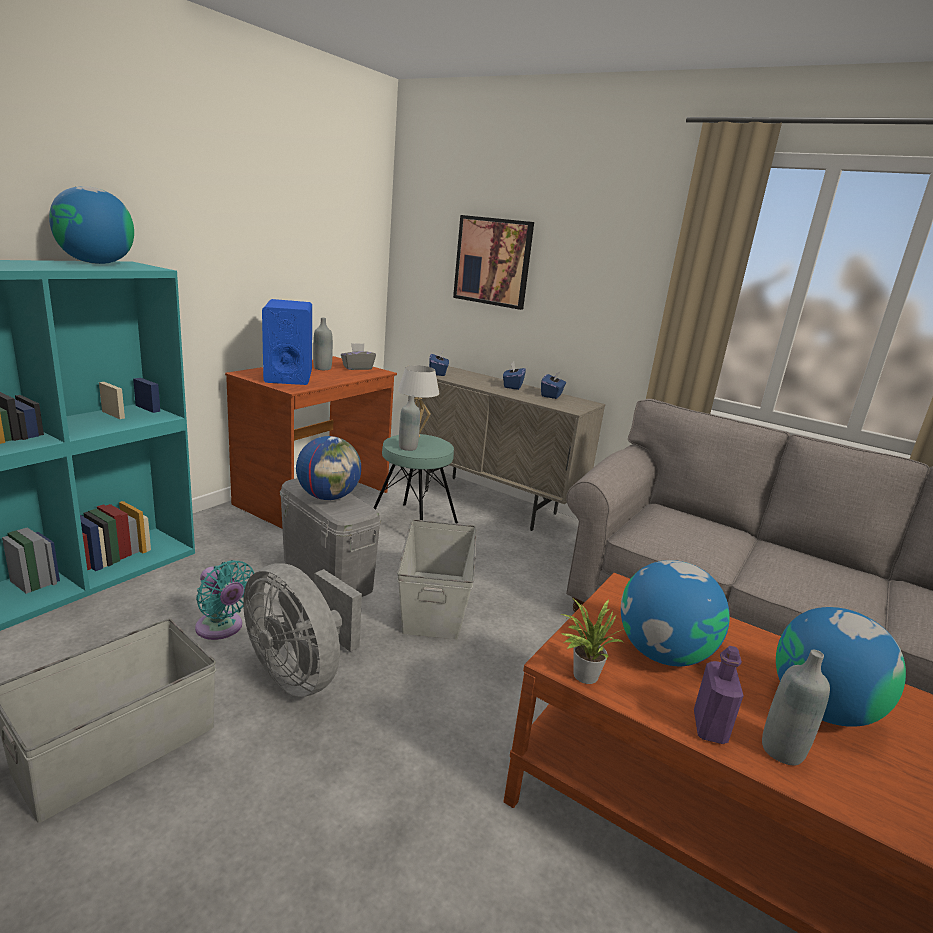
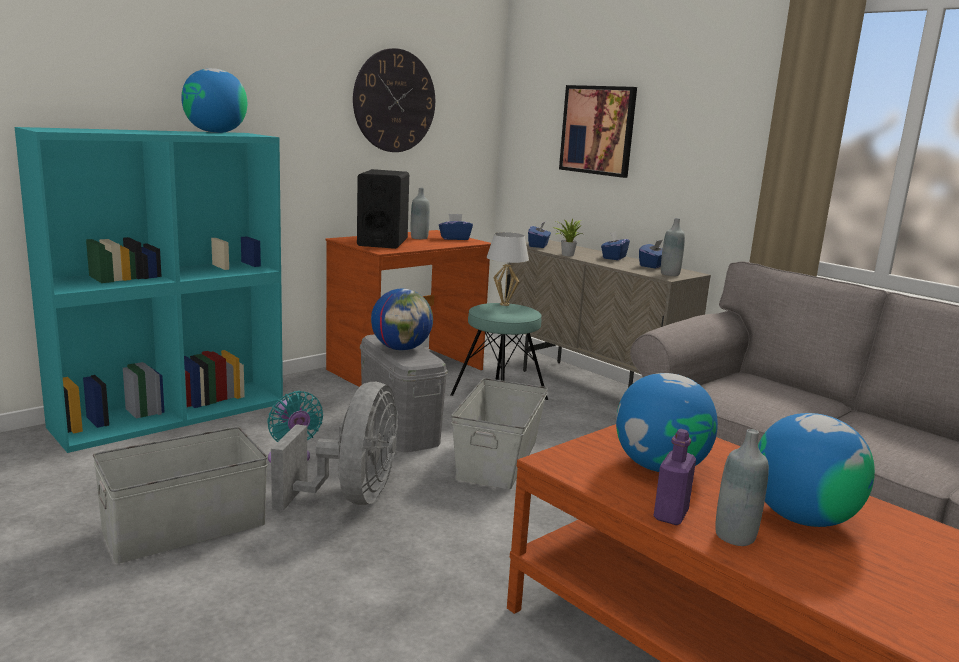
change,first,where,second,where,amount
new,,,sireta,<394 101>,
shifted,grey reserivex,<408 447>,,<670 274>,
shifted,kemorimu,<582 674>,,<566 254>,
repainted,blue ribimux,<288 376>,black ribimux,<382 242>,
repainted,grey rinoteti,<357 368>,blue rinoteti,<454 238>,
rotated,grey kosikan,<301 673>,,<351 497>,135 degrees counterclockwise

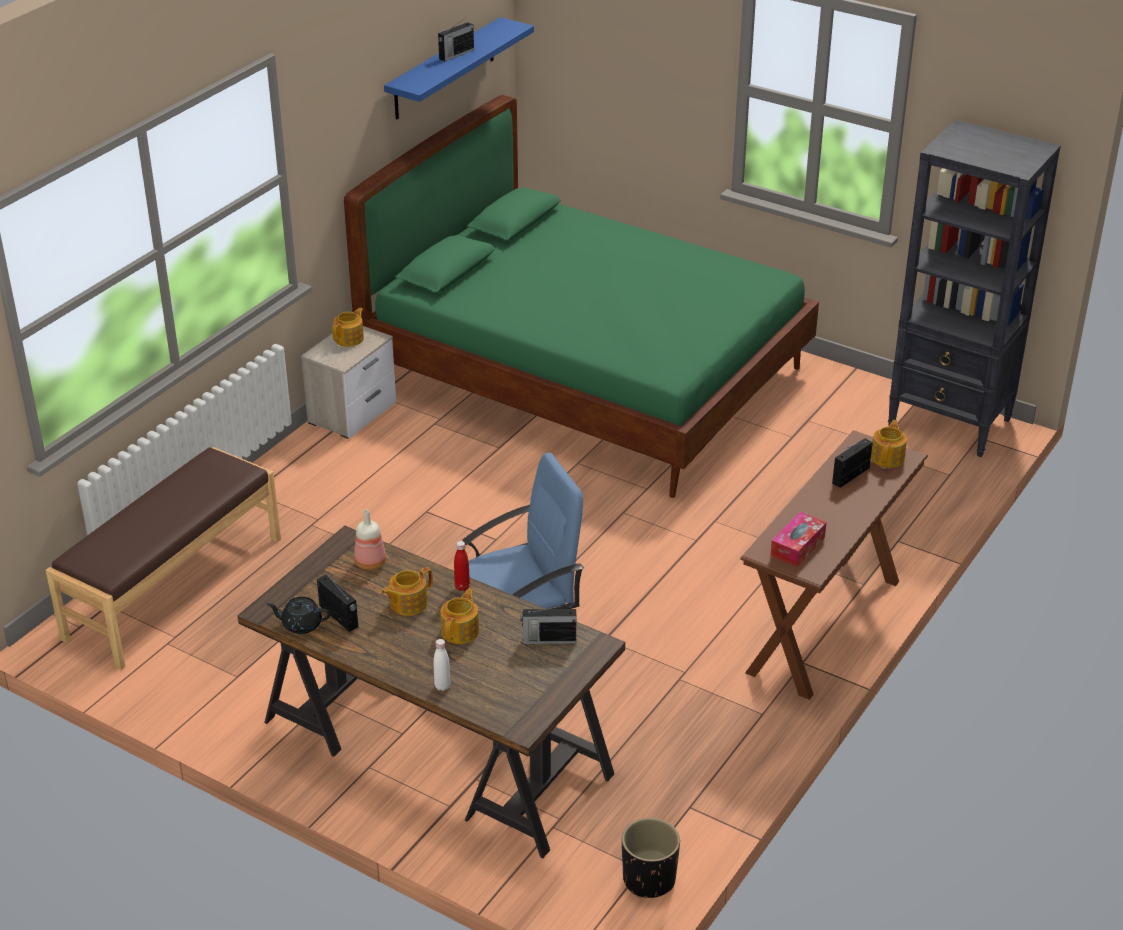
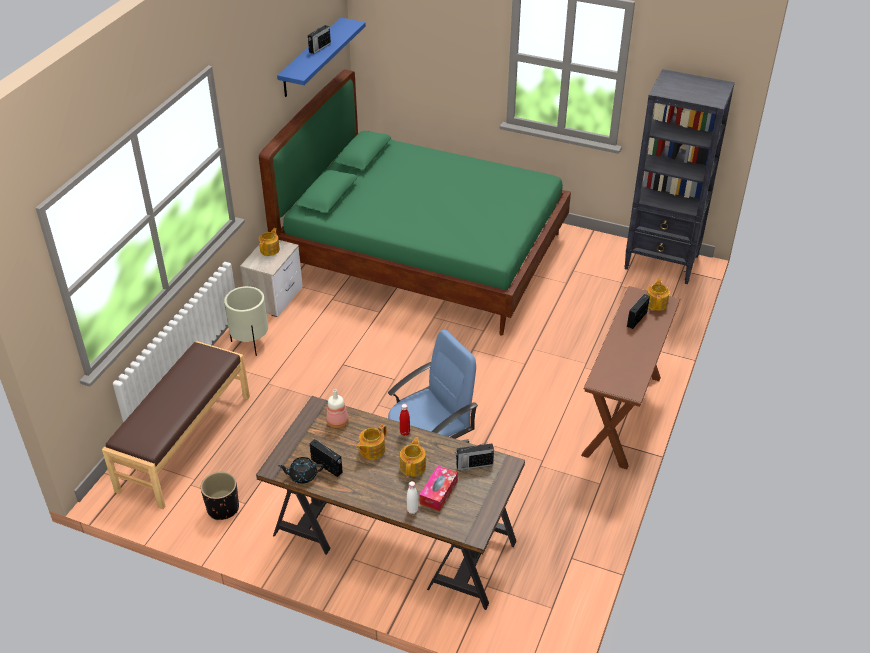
change,first,where,second,where,amount
new,,,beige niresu,<251 343>,
shifted,black niresu,<648 880>,,<223 508>,
shifted,rinoteti,<797 546>,,<438 492>,

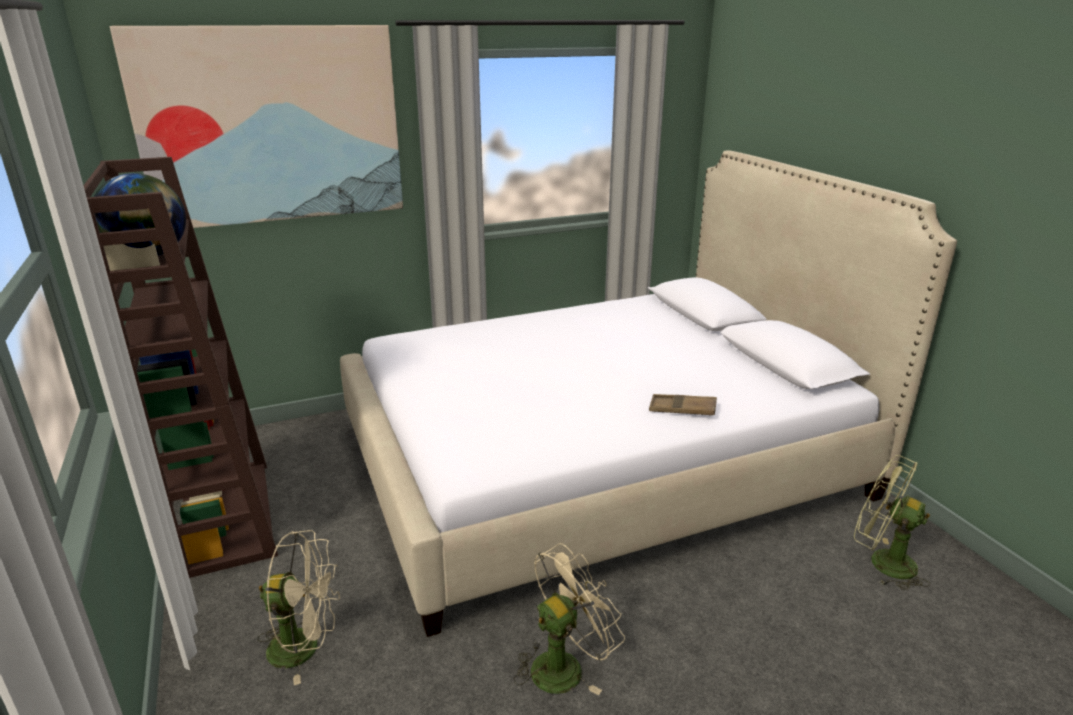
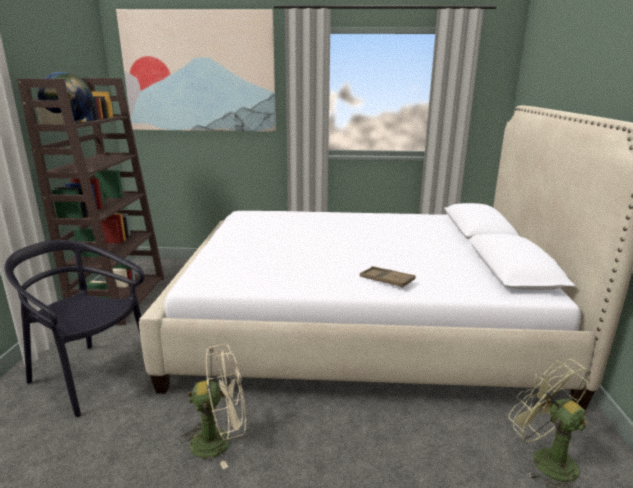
change,first,where,second,where,amount
swapped,beige kosikan,<305 647>,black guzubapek,<90 376>,

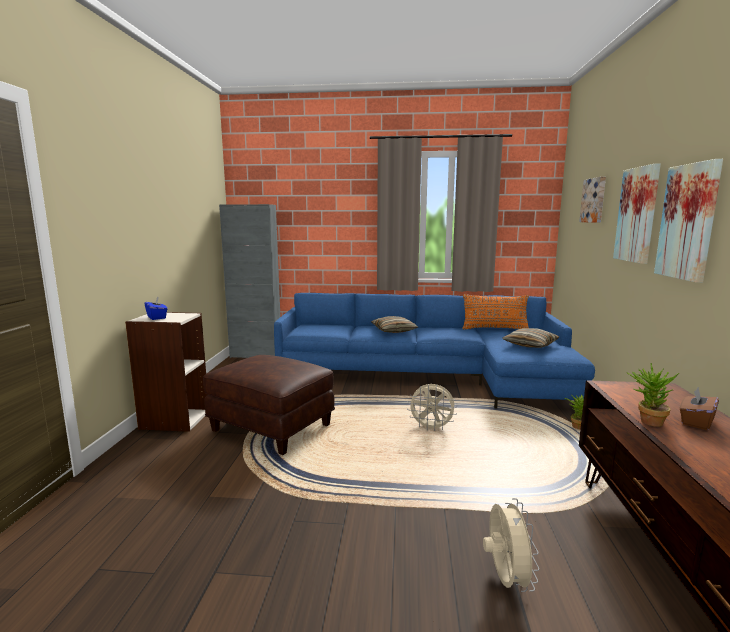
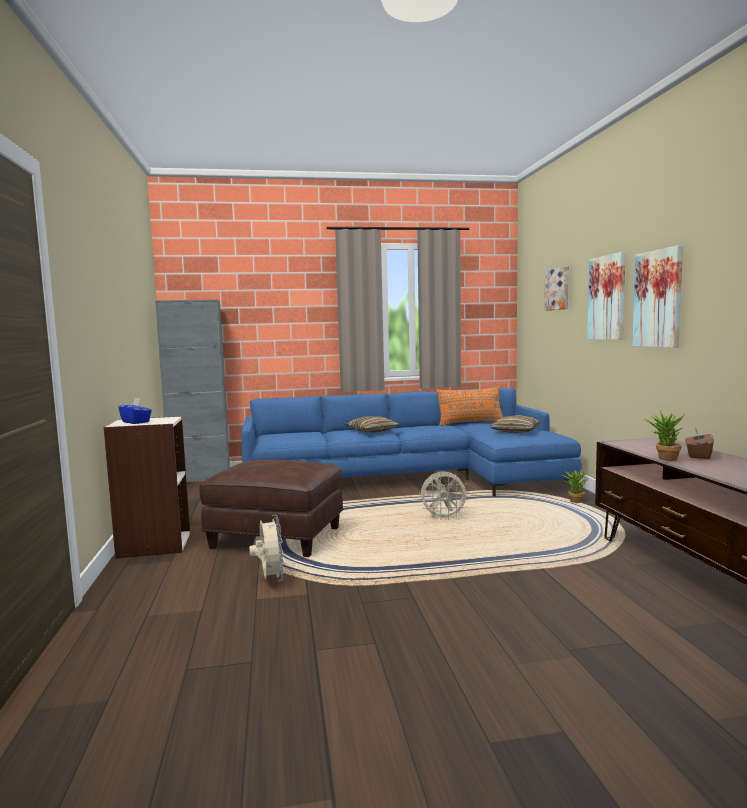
change,first,where,second,where,amount
shifted,beige kosikan,<505 579>,,<270 579>,

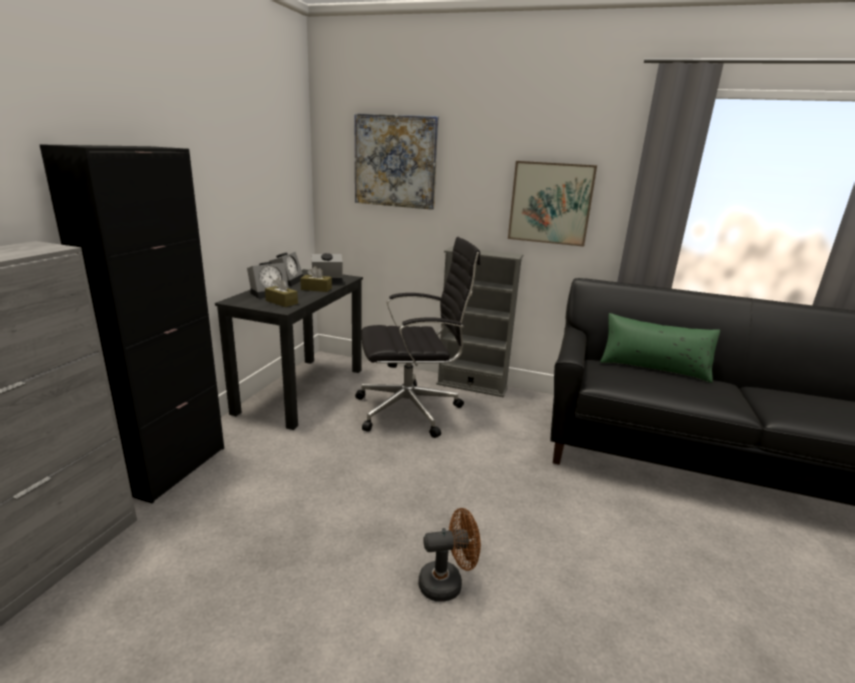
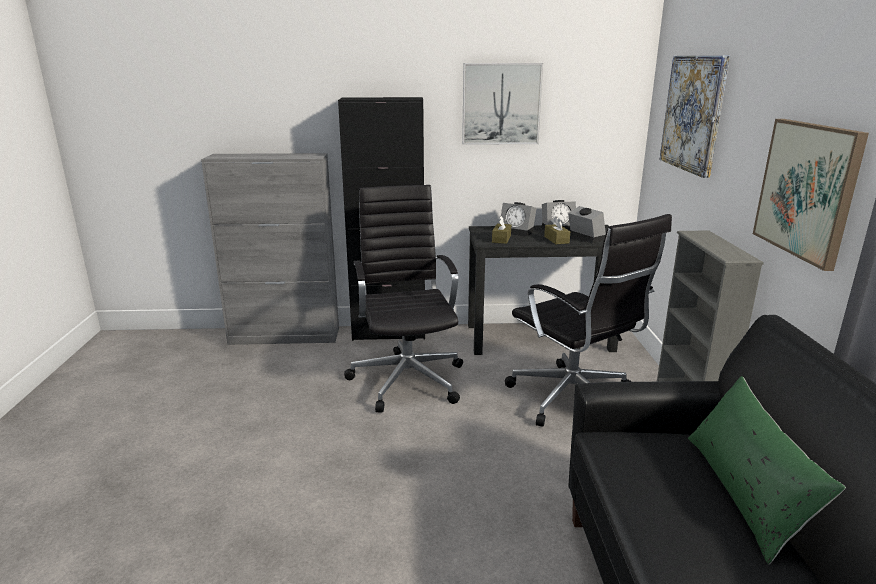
change,first,where,second,where,amount
gone,brown kosikan,<447 583>,,,
new,,,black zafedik,<407 378>,
new,,,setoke,<501 104>,

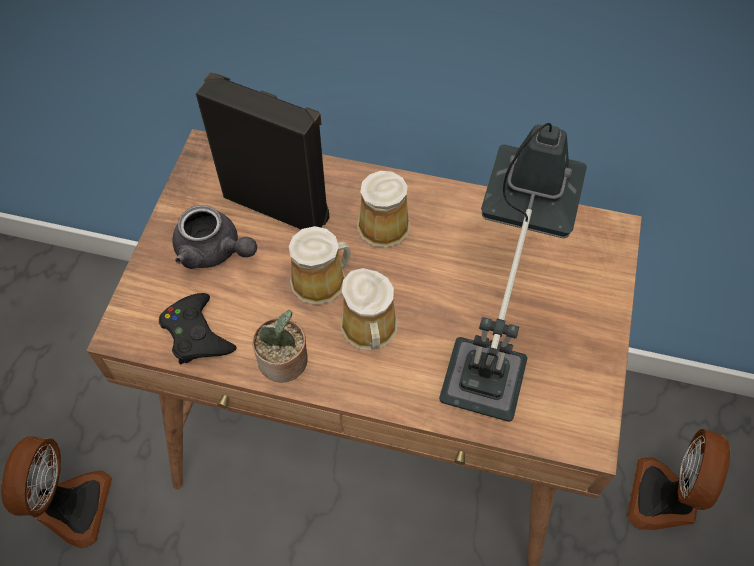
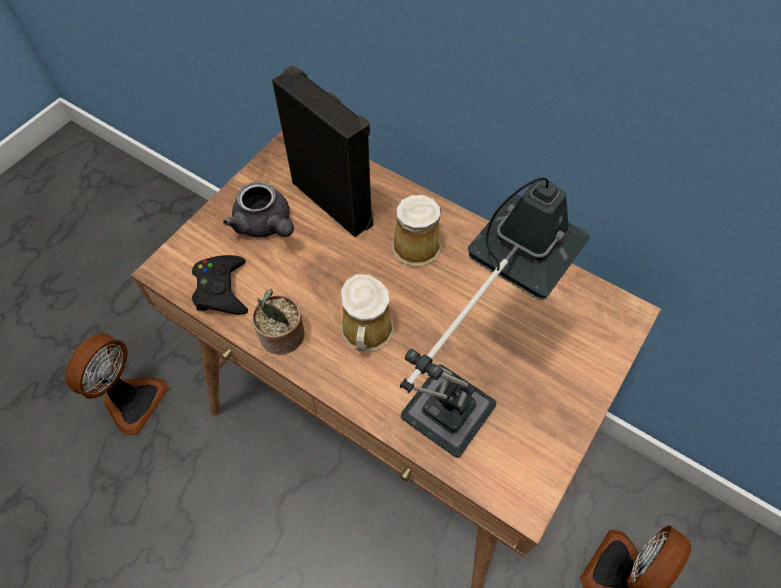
change,first,where,second,where,amount
gone,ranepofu,<321 280>,,,

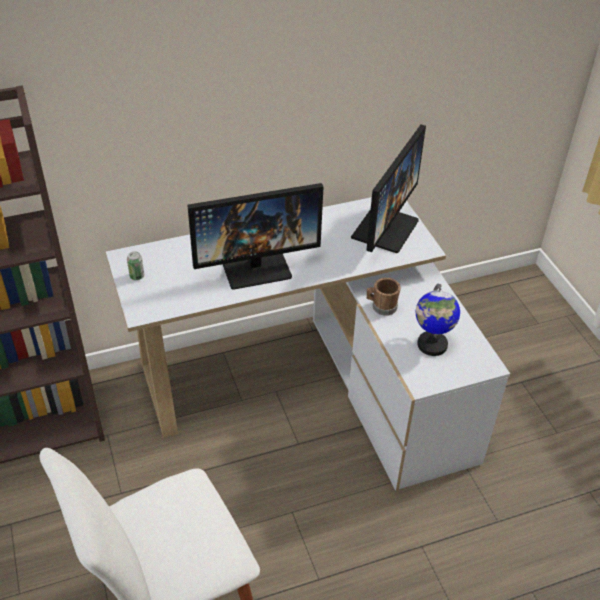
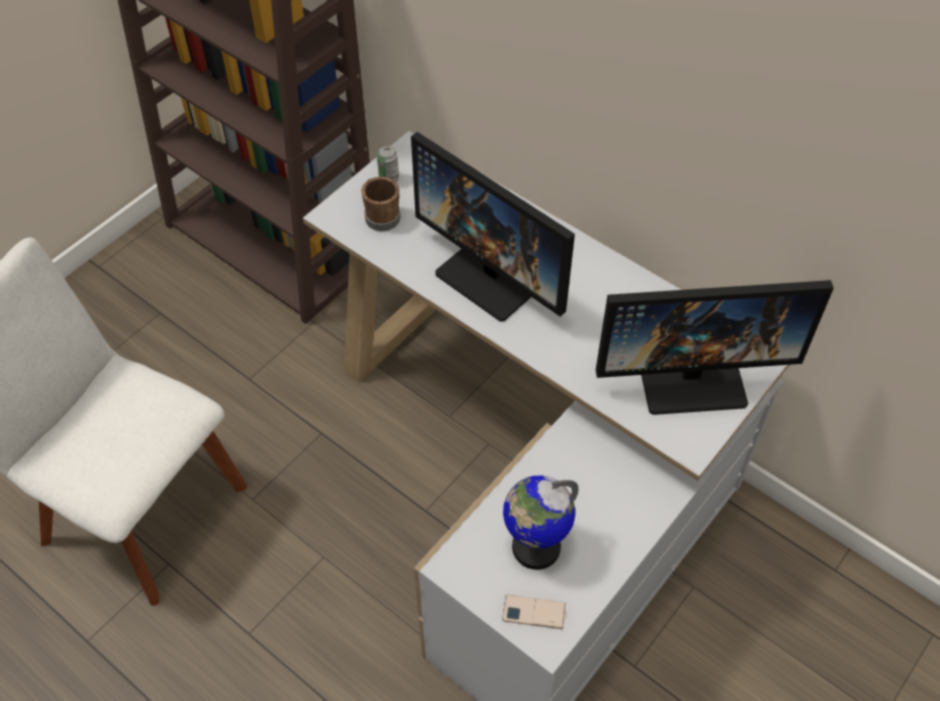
change,first,where,second,where,amount
new,,,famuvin,<534 612>,
shifted,brown ranepofu,<381 306>,,<381 215>,

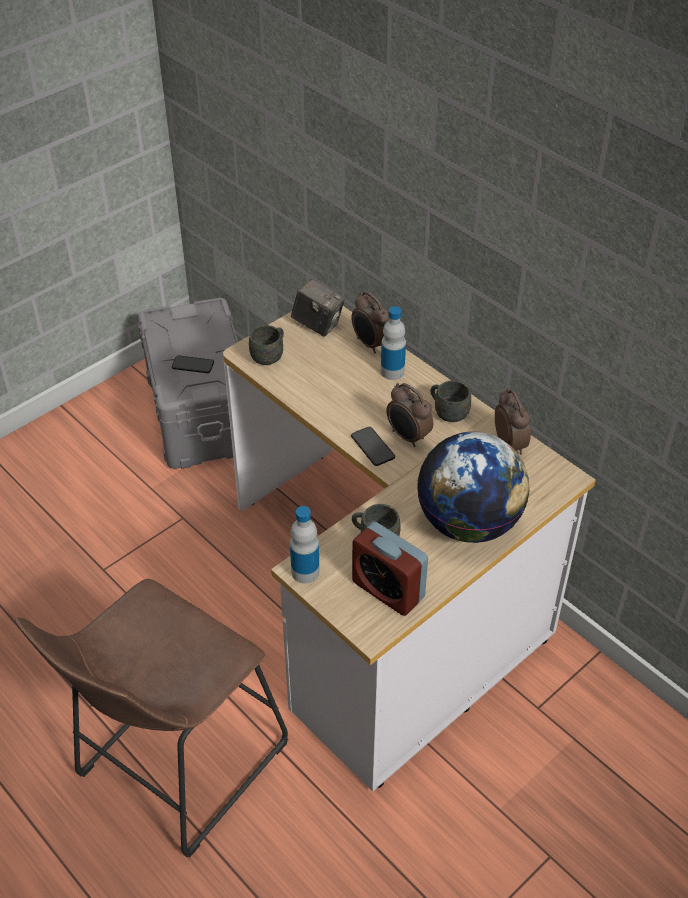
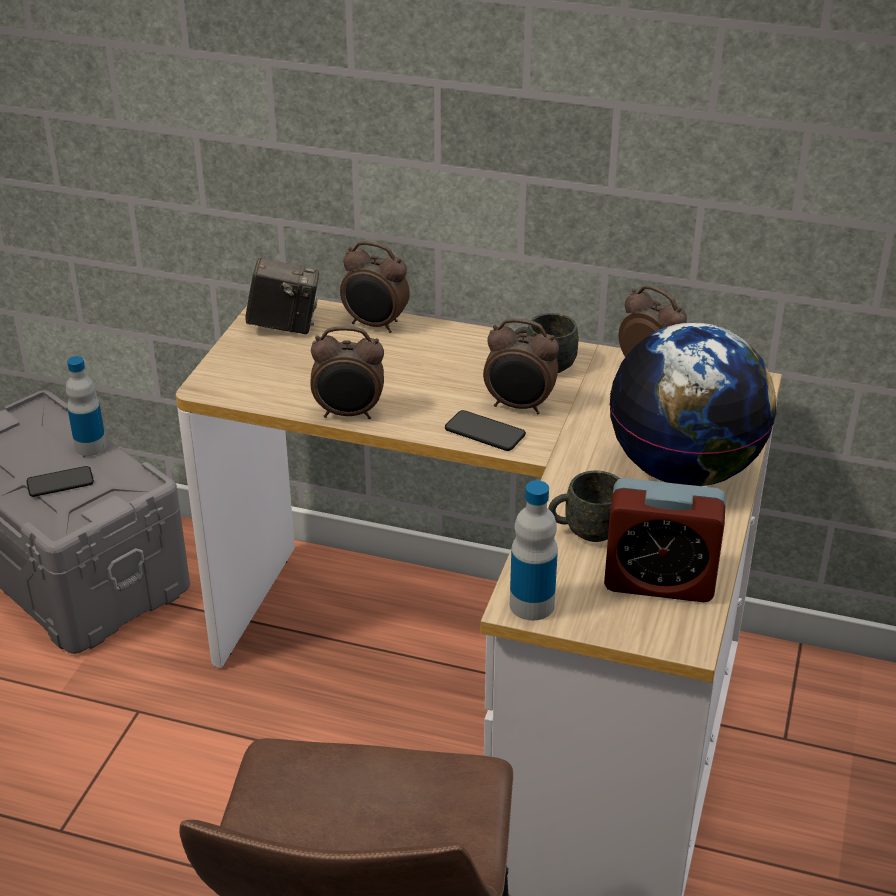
change,first,where,second,where,amount
gone,grey ranepofu,<270 355>,,,
new,,,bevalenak,<349 414>,
shifted,reserivex,<392 371>,,<90 446>,

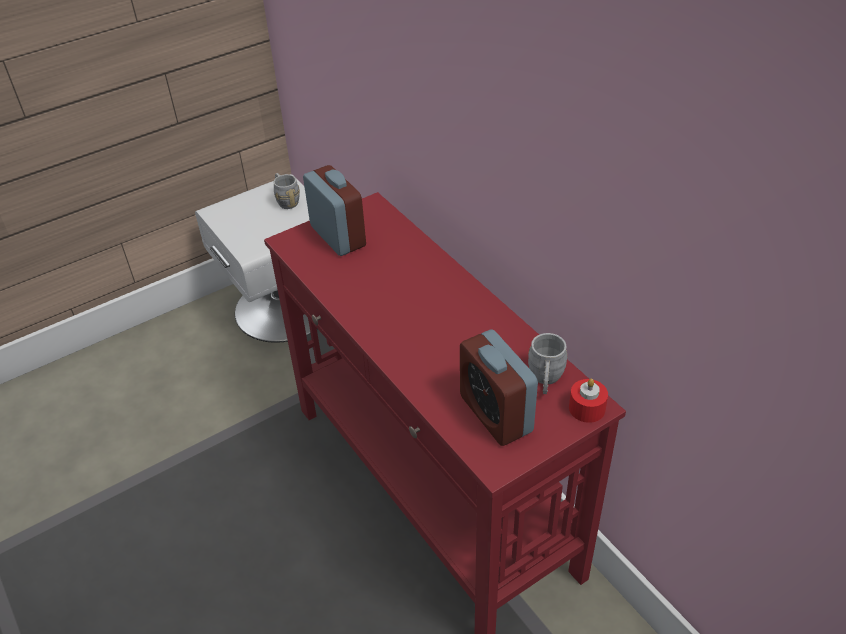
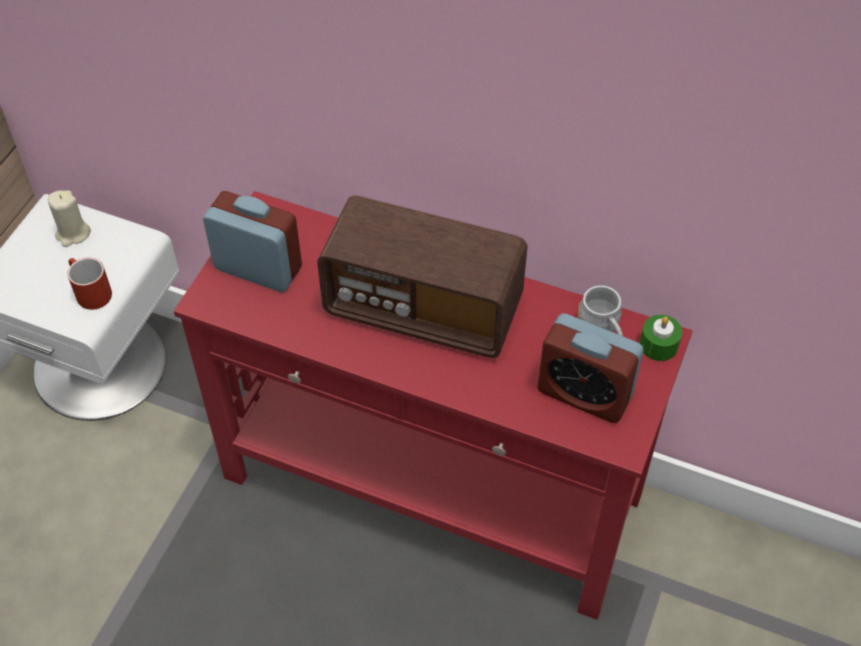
change,first,where,second,where,amount
new,,,red ranepofu,<89 292>,
new,,,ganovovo,<423 309>,
swapped,grey ranepofu,<286 200>,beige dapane,<73 233>,
repainted,red dapane,<587 408>,green dapane,<658 345>,

